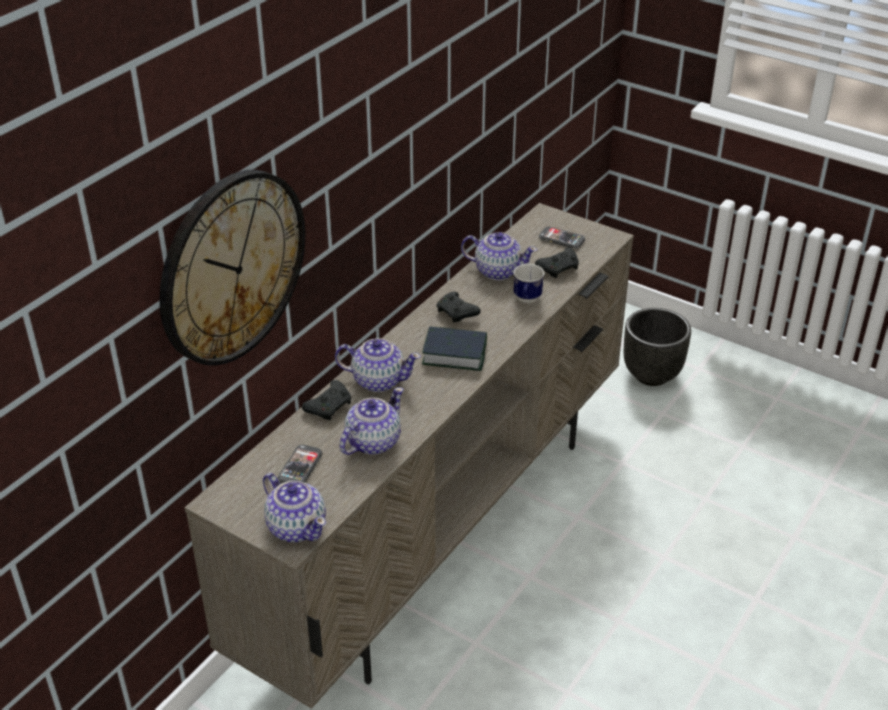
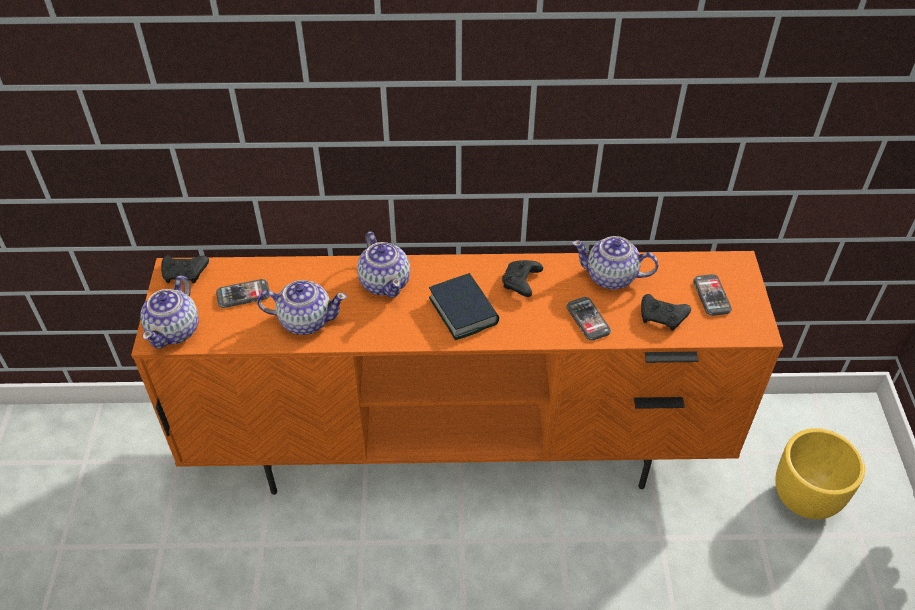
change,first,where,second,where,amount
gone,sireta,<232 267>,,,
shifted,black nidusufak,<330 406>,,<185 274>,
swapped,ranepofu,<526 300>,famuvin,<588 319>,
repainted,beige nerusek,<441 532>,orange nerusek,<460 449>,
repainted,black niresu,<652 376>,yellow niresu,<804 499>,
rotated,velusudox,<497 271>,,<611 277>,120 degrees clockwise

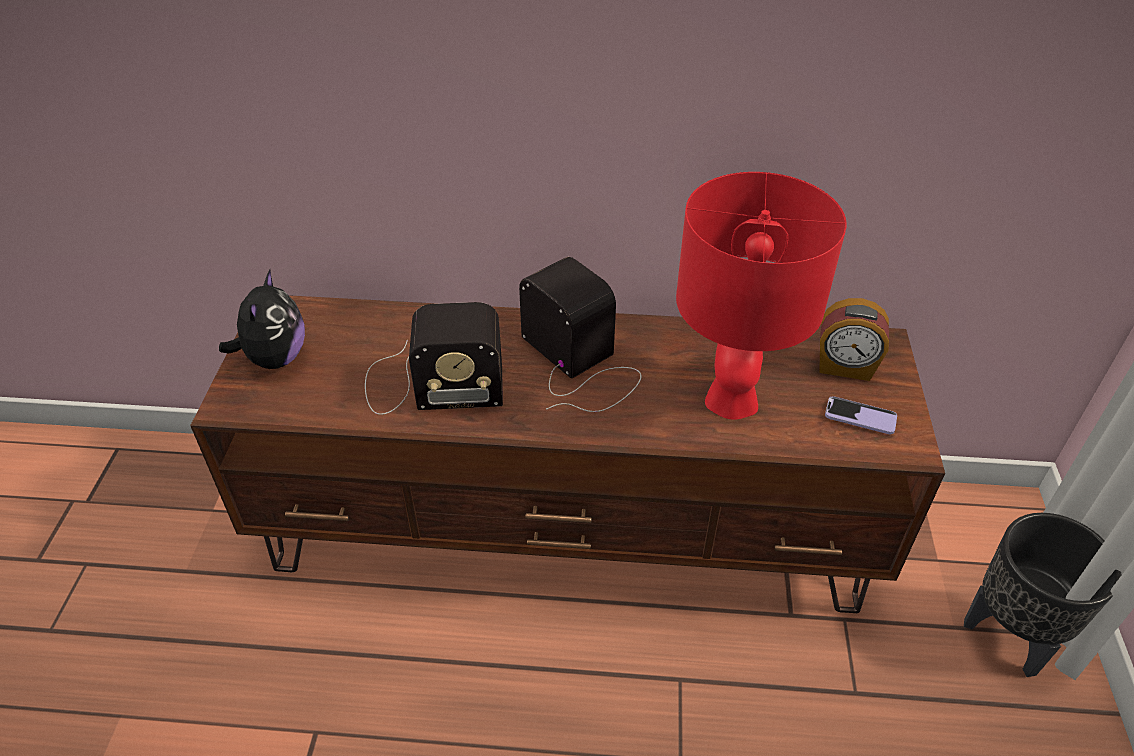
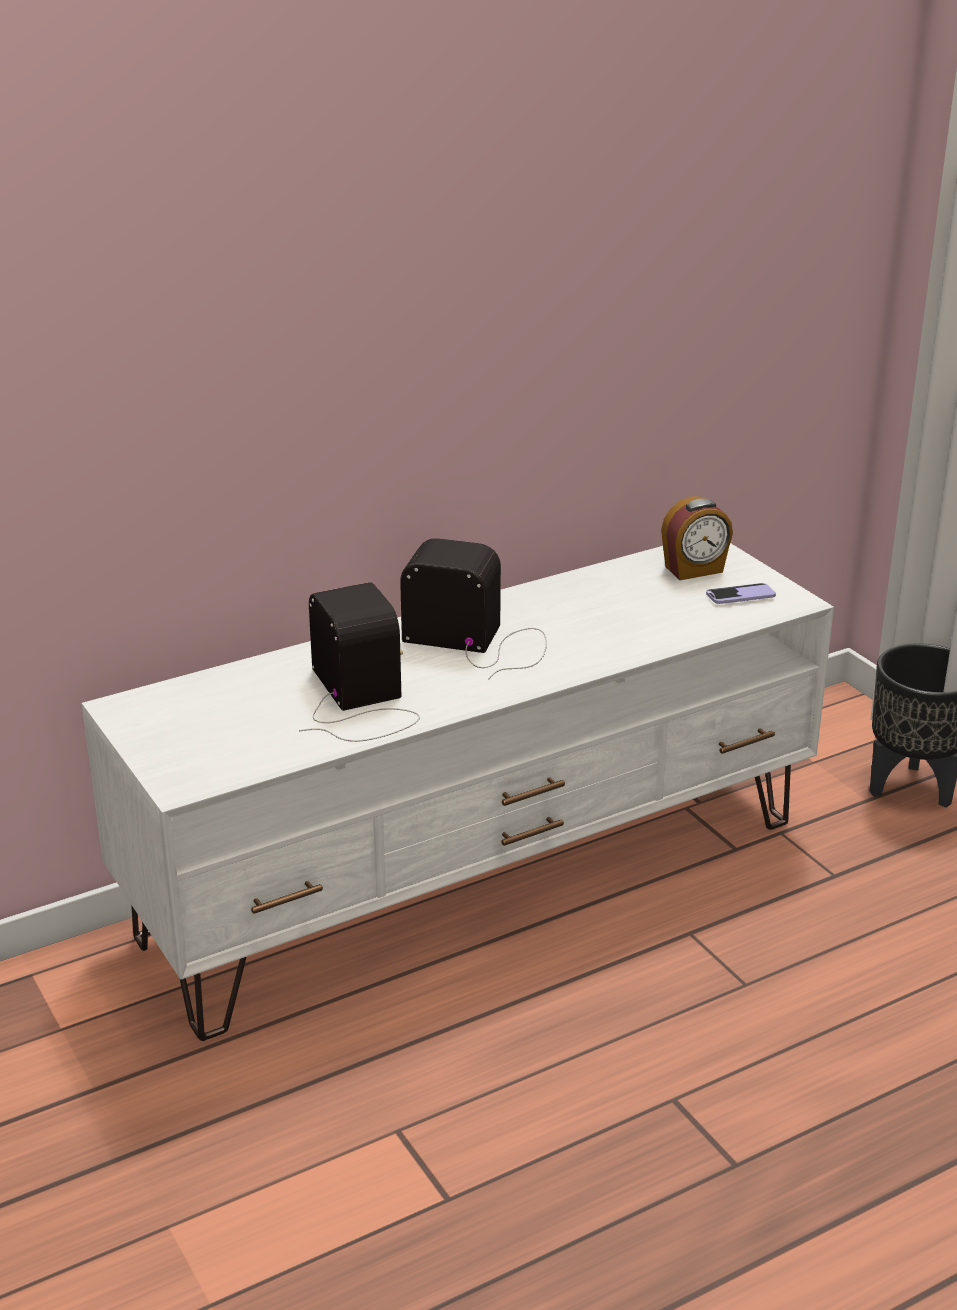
change,first,where,second,where,amount
gone,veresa,<275 358>,,,
gone,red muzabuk,<731 398>,,,
repainted,brown nerusek,<569 531>,white nerusek,<479 877>,
rotated,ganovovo,<429 384>,,<360 701>,75 degrees counterclockwise

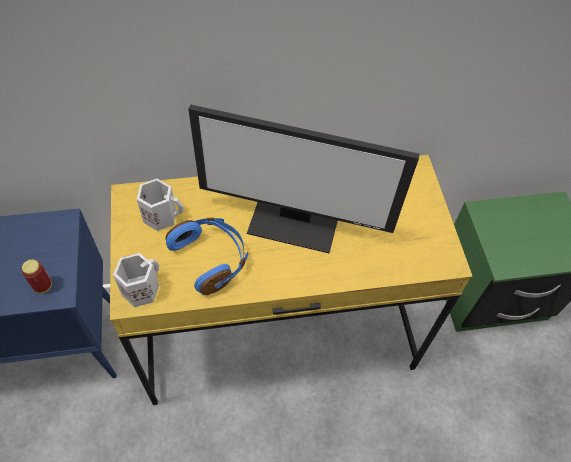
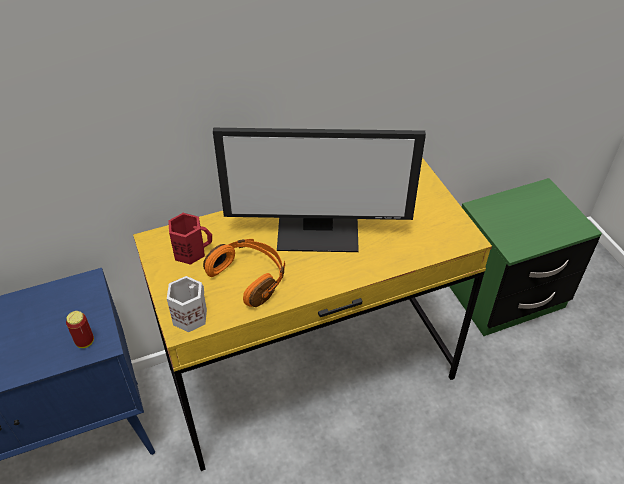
change,first,where,second,where,amount
repainted,white ranepofu,<161 215>,red ranepofu,<190 251>,
repainted,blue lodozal,<211 258>,orange lodozal,<249 277>,

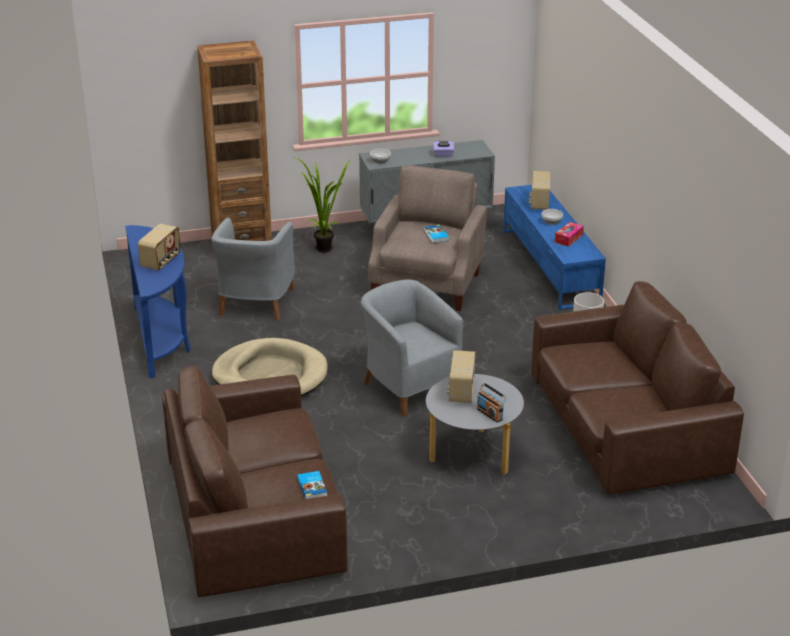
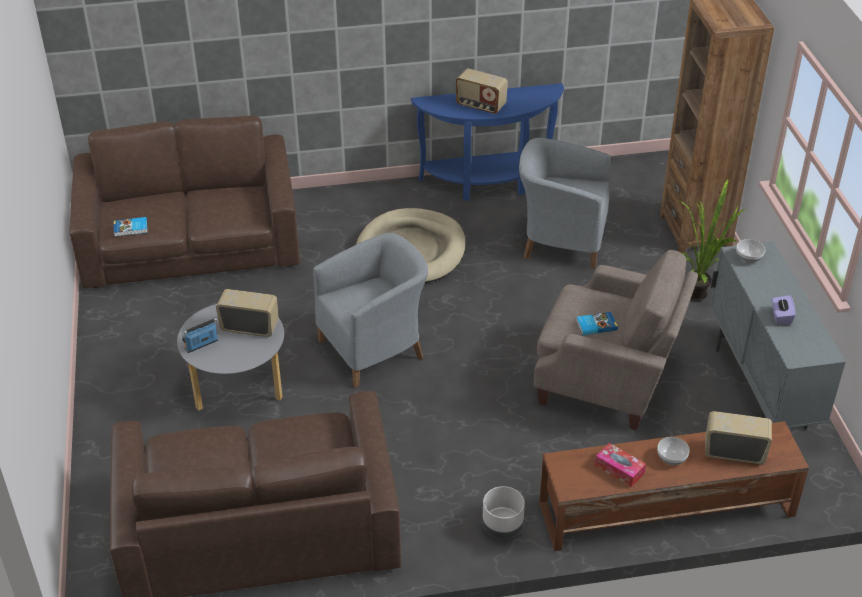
change,first,where,second,where,amount
repainted,blue nerusek,<550 266>,brown nerusek,<665 509>,

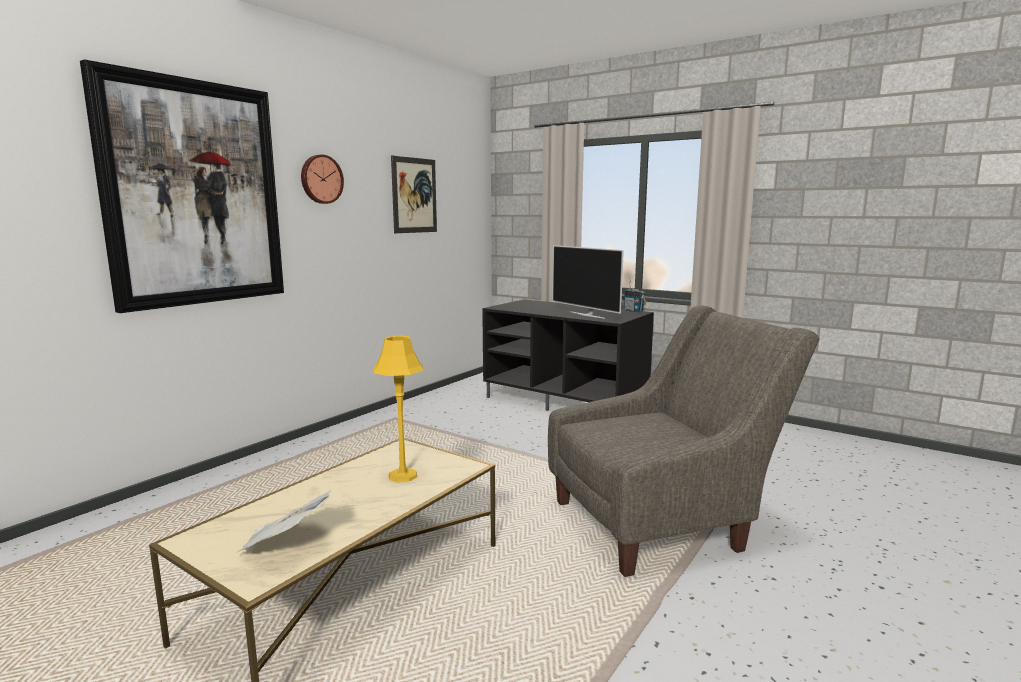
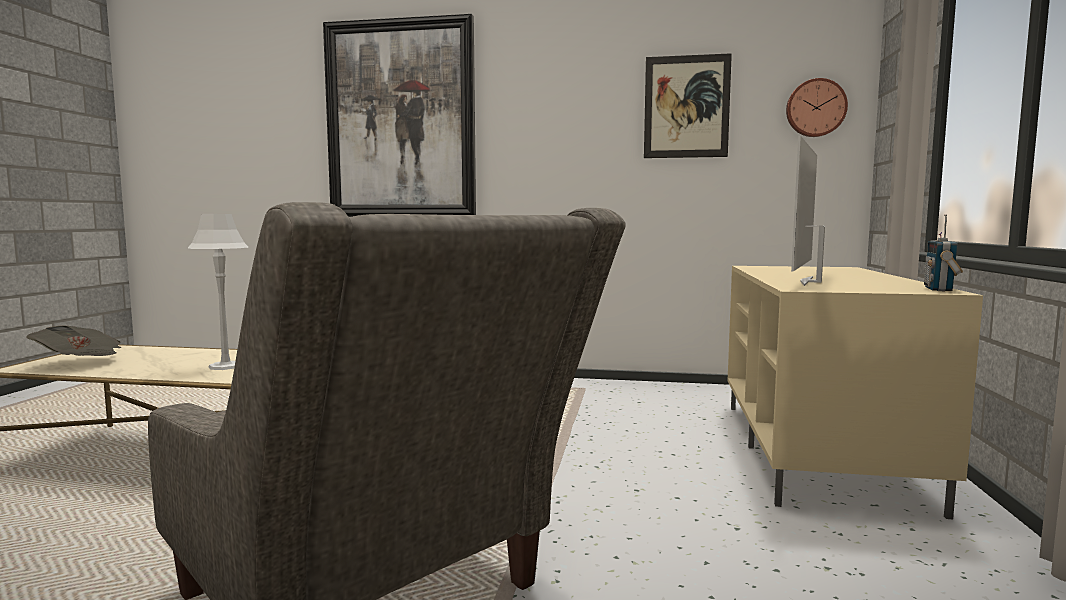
change,first,where,second,where,amount
shifted,sireta,<321 179>,,<815 108>,
repainted,yellow muzabuk,<402 475>,grey muzabuk,<226 366>,
repainted,black nerusek,<566 401>,beige nerusek,<819 452>,

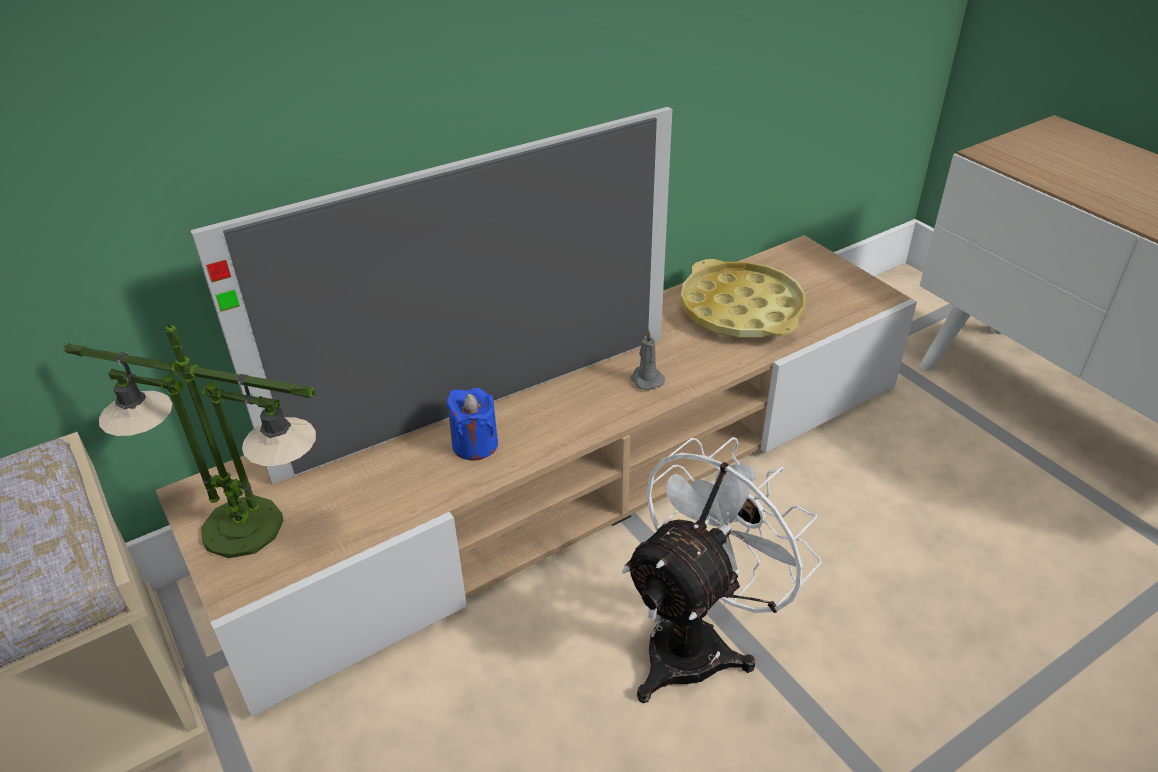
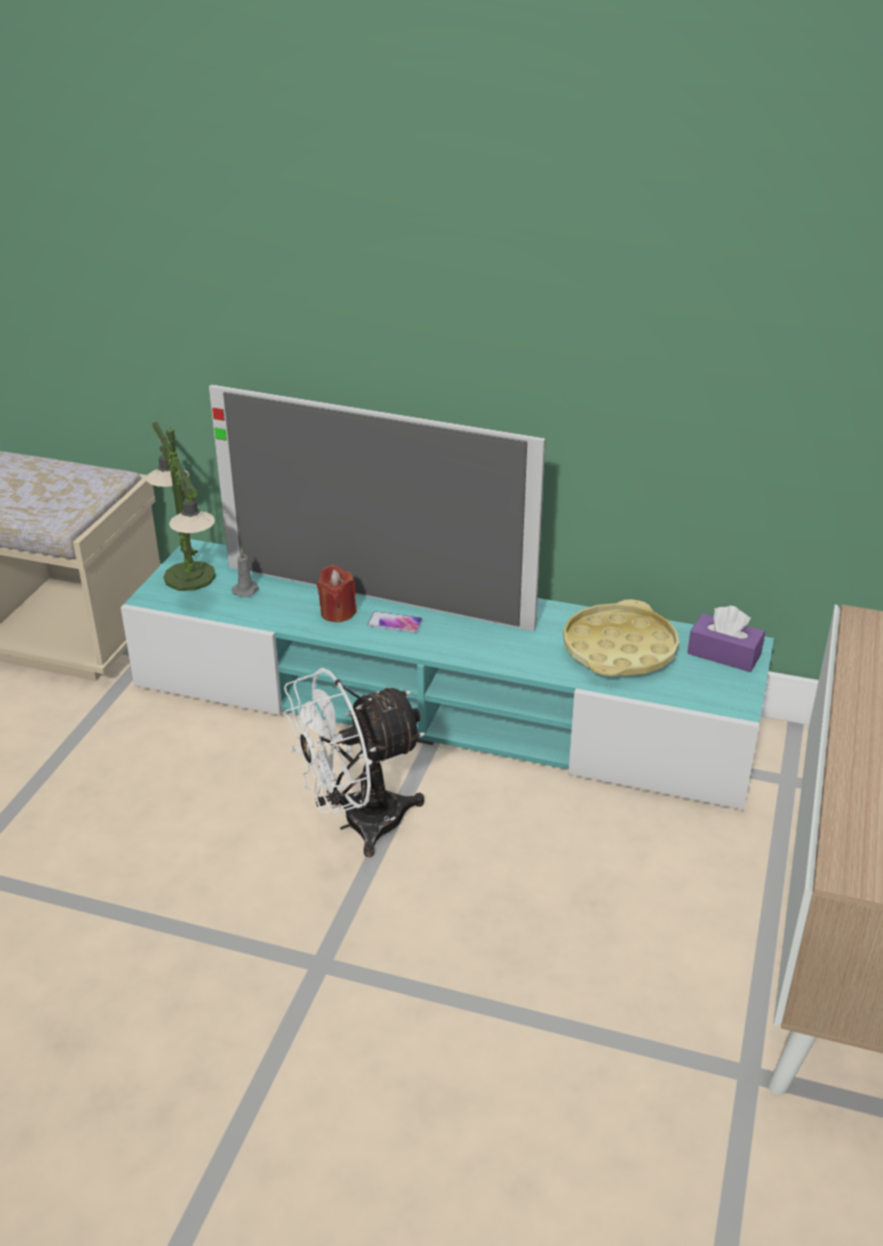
change,first,where,second,where,amount
new,,,famuvin,<395 623>,
new,,,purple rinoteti,<724 654>,
shifted,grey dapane,<646 379>,,<246 590>,
repainted,beige nerusek,<582 477>,turquoise nerusek,<443 707>,
repainted,blue dapane,<475 445>,red dapane,<337 612>,
rotated,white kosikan,<698 641>,,<357 824>,150 degrees clockwise

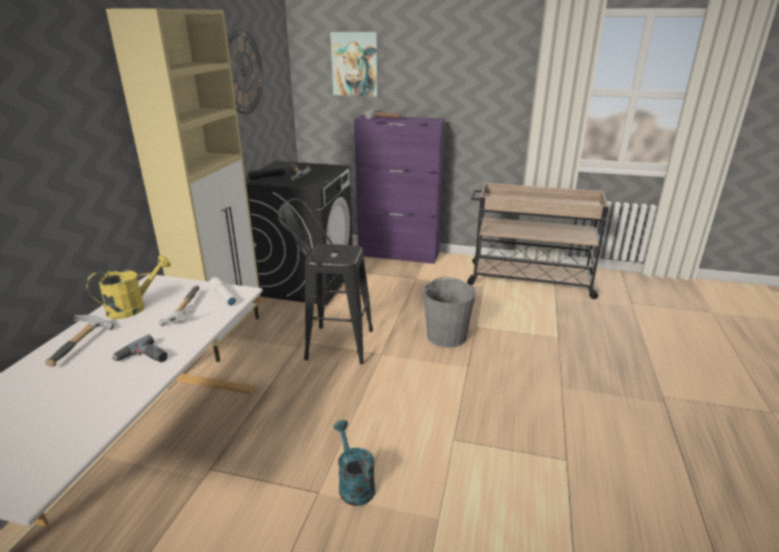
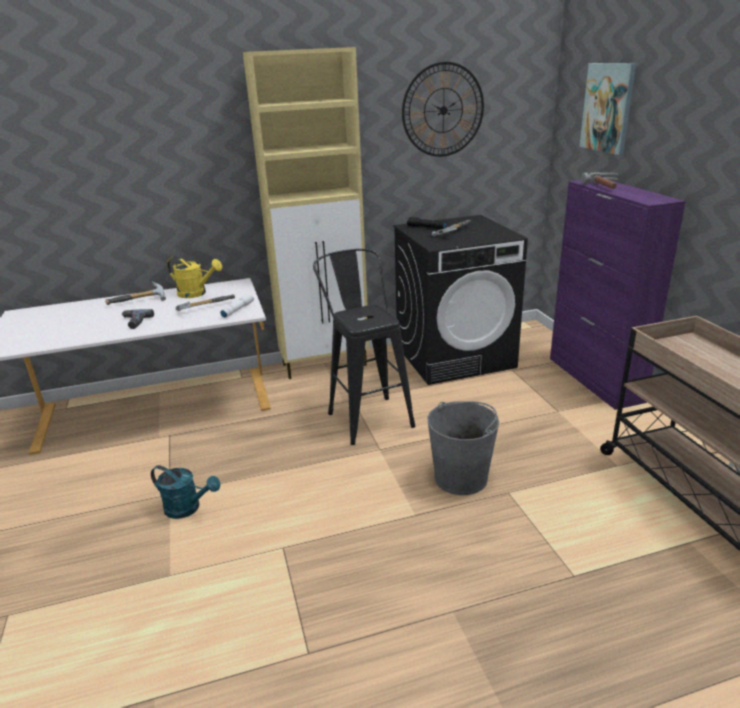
change,first,where,second,where,amount
rotated,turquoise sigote,<354 484>,,<188 508>,75 degrees clockwise

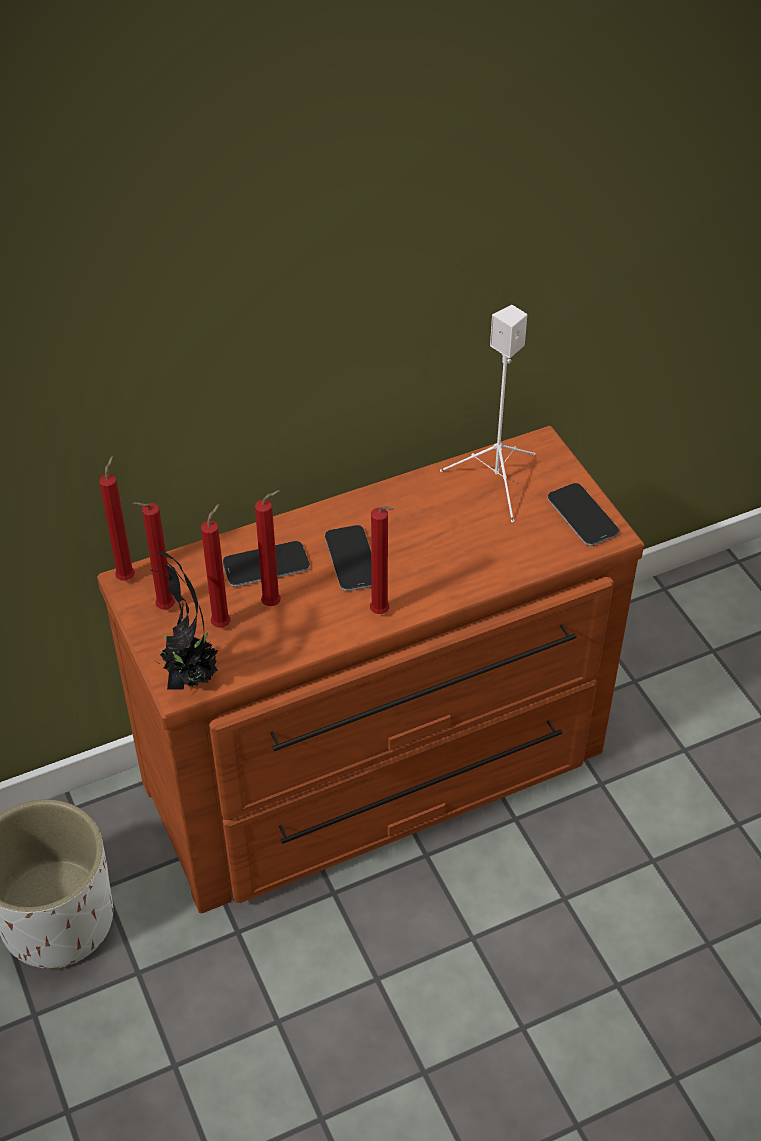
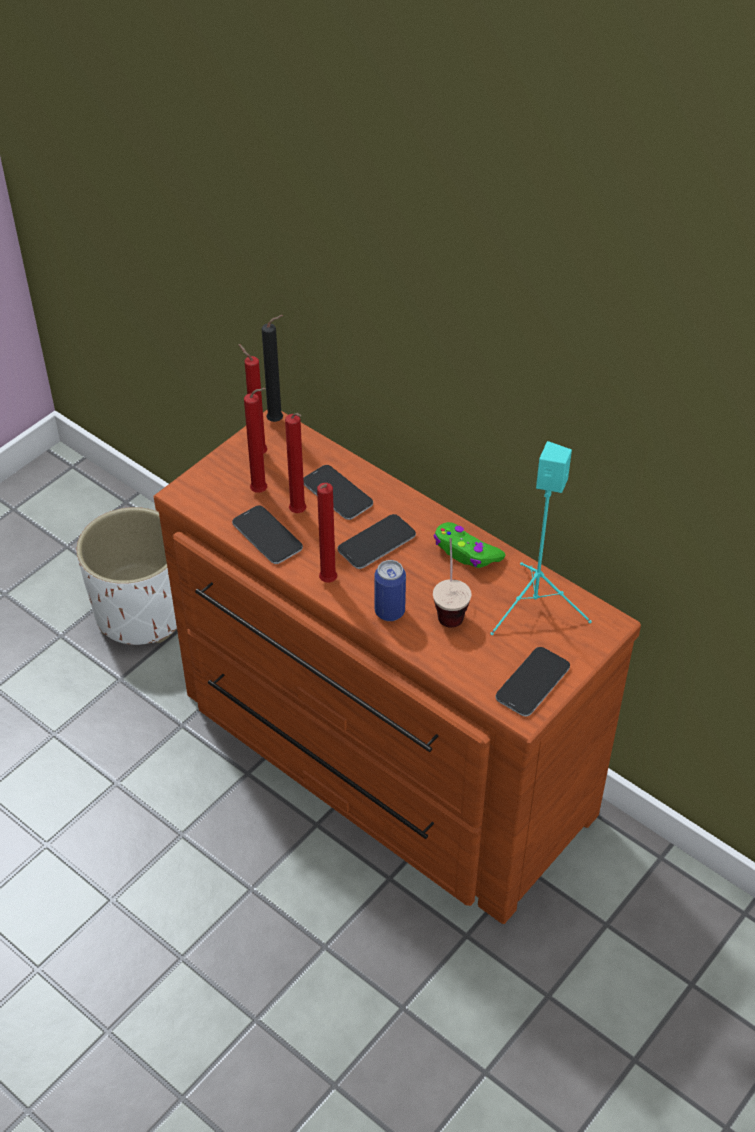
change,first,where,second,where,amount
gone,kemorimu,<189 675>,,,
new,,,famuvin,<267 536>,
new,,,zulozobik,<389 611>,
new,,,green nidusufak,<466 552>,
new,,,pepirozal,<449 606>,
repainted,red dapane,<127 576>,black dapane,<278 421>,
repainted,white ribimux,<496 482>,turquoise ribimux,<533 607>,

